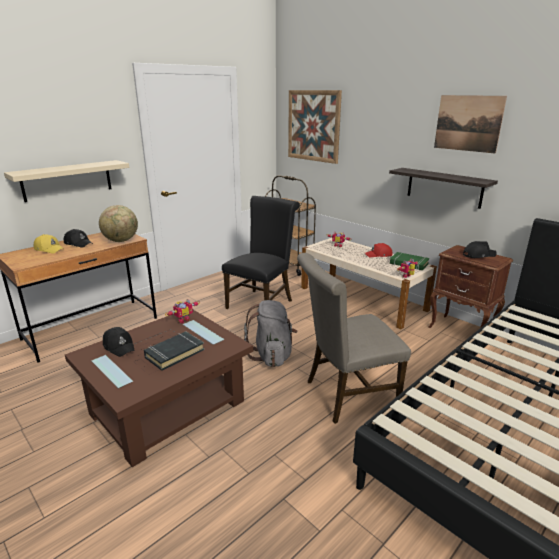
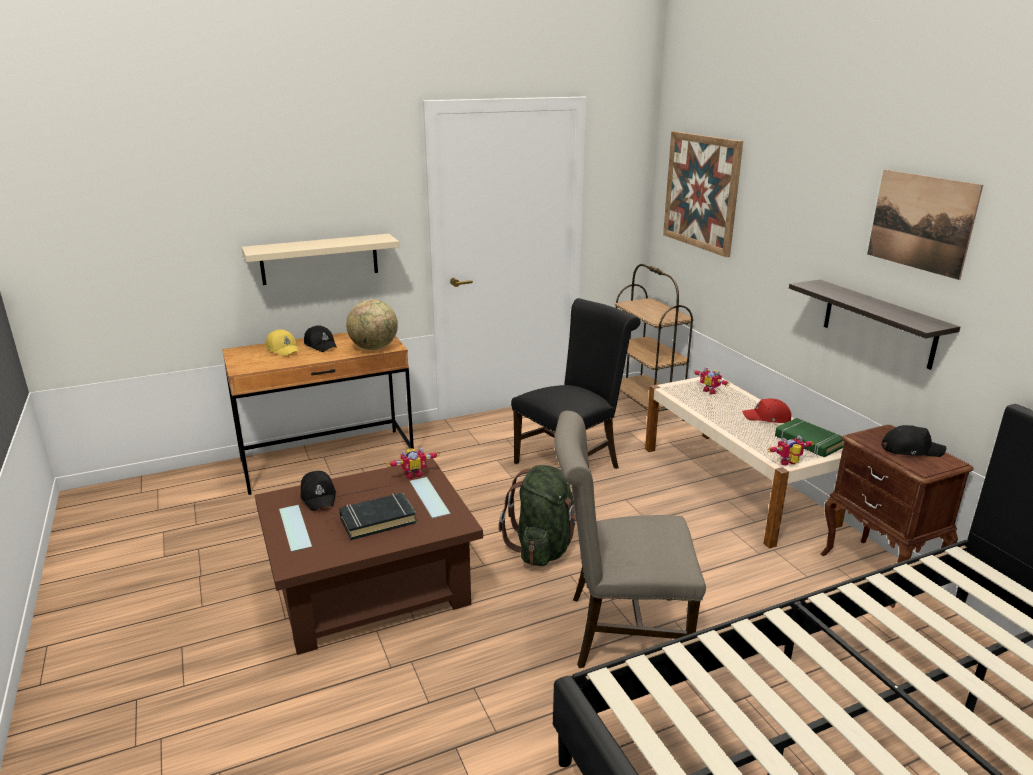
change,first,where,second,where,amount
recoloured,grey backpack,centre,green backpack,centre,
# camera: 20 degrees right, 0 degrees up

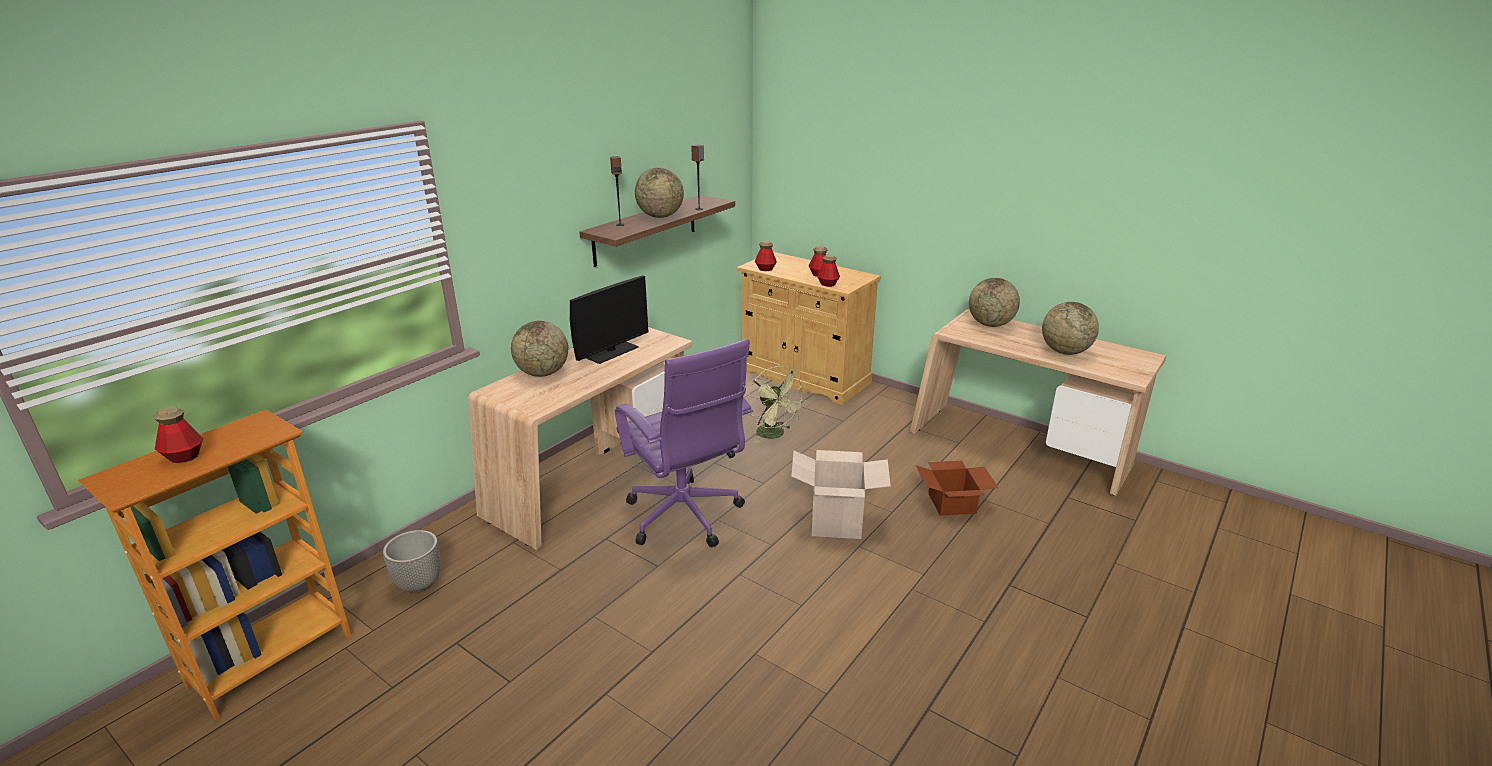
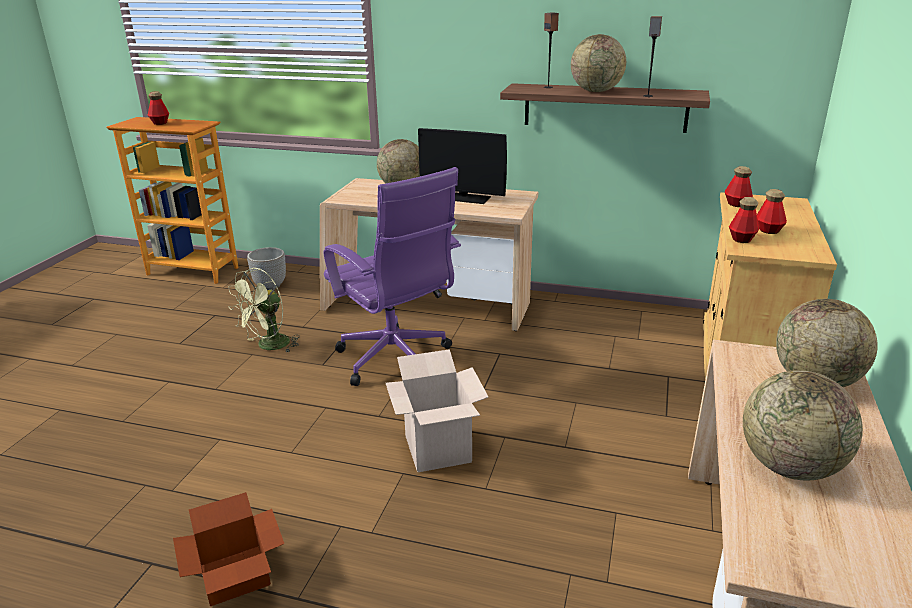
change,first,where,second,where,amount
moved,cardboard box (2nd from left in the first image),centre,cardboard box (1st from left),bottom left,
moved,green fan,centre,,middle left,
turned,purple office chair,centre,,centre,75 degrees counterclockwise
# camera: 70 degrees right, 0 degrees up

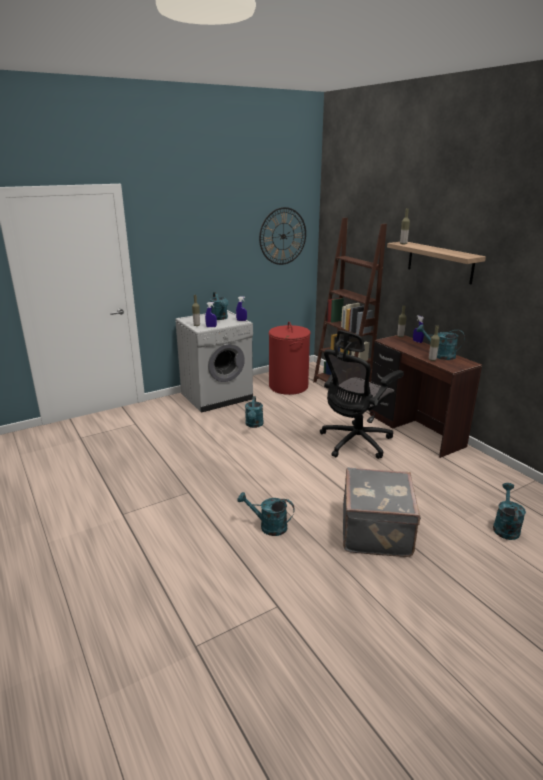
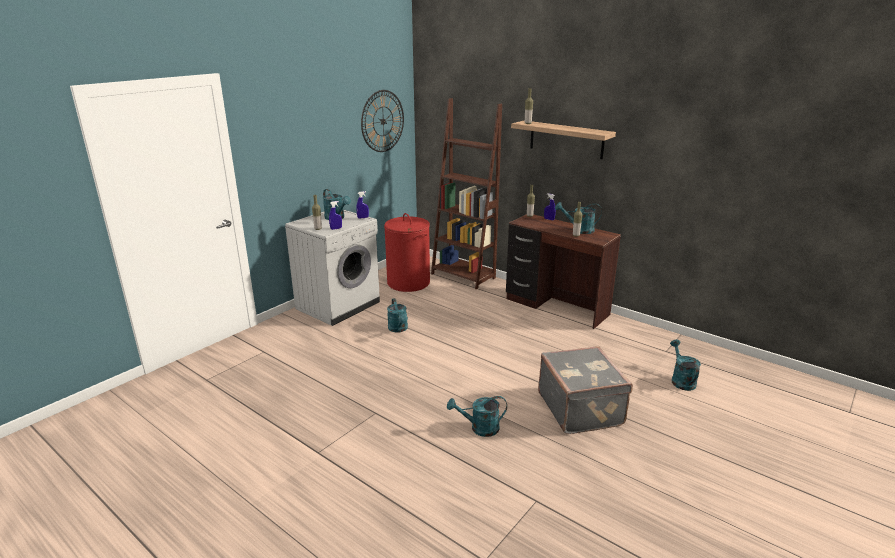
change,first,where,second,where,amount
removed,office chair,middle right,,,
# camera: 20 degrees left, 0 degrees up

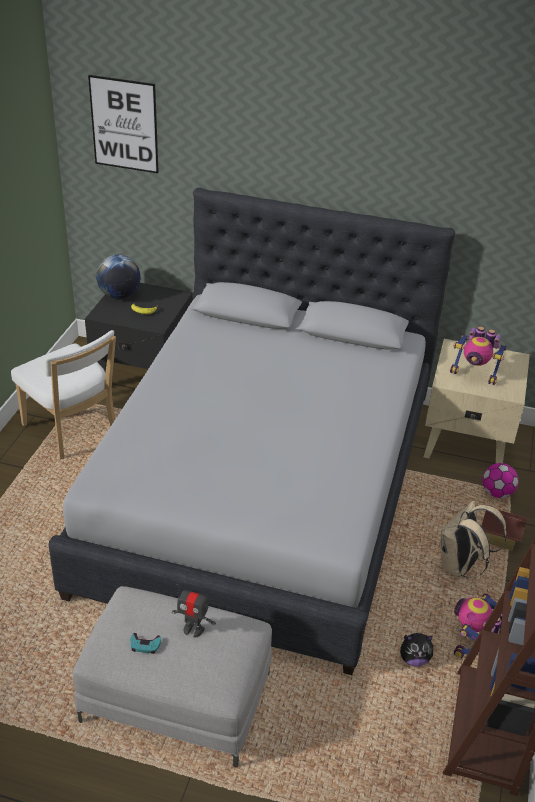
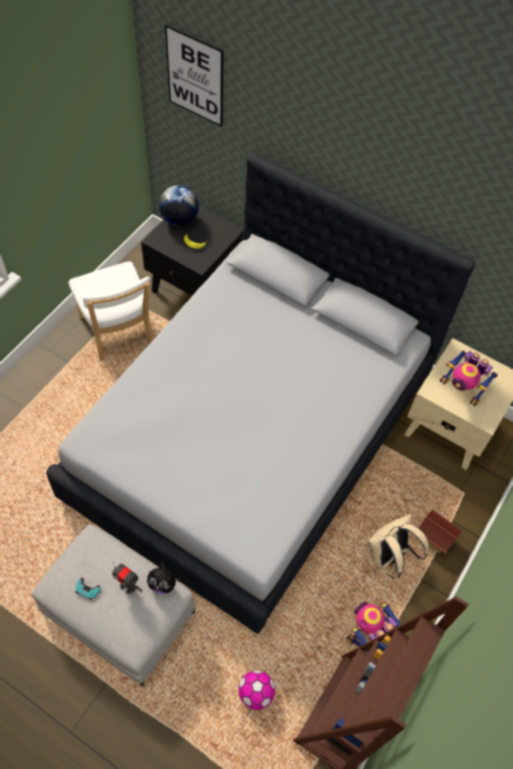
change,first,where,second,where,amount
moved,plush toy,bottom right,,bottom left,
moved,football,middle right,,bottom centre,
# camera: 15 degrees right, 20 degrees up

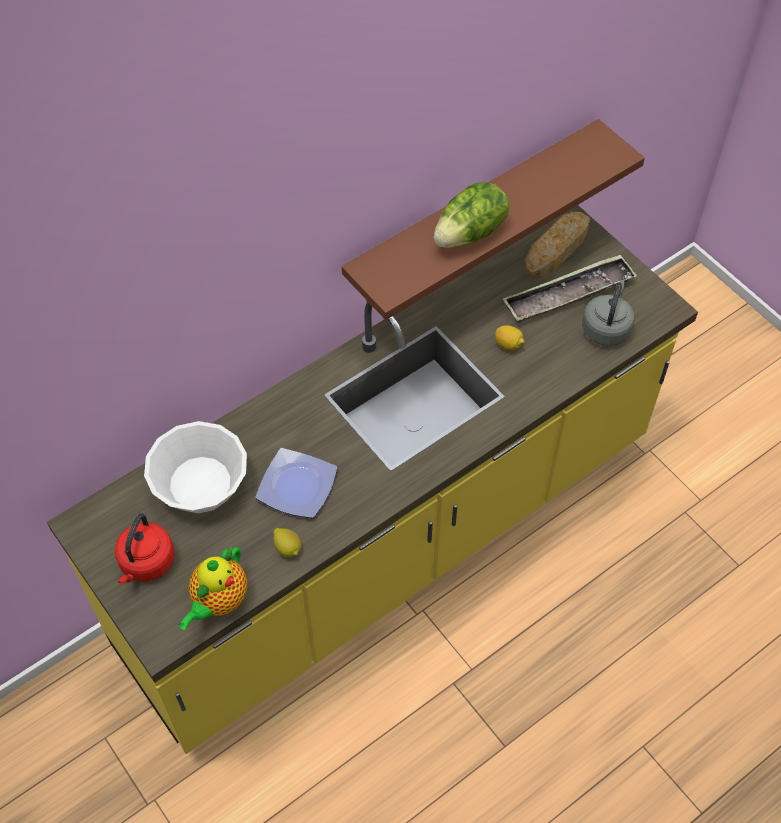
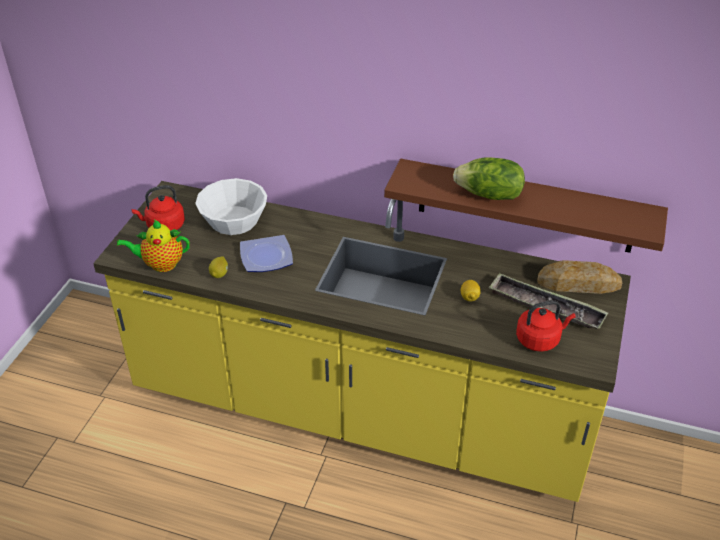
change,first,where,second,where,amount
recoloured,grey kettle,middle right,red kettle (2nd from left),middle right,
# camera: 55 degrees right, 15 degrees down

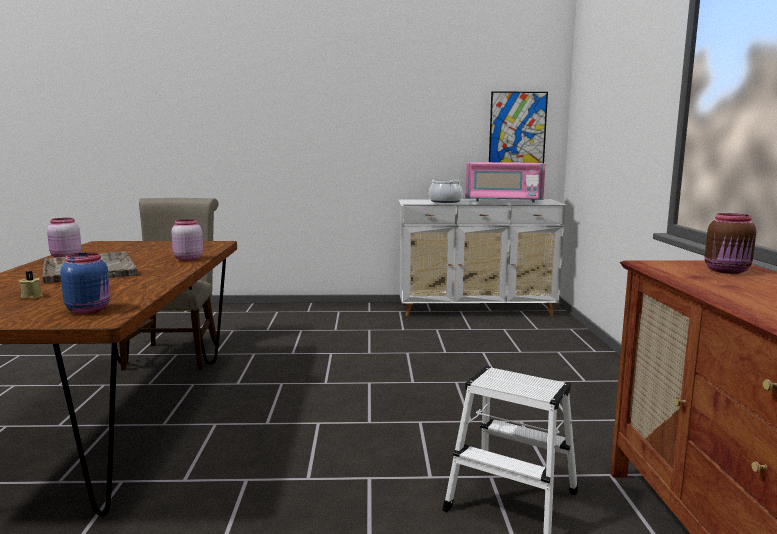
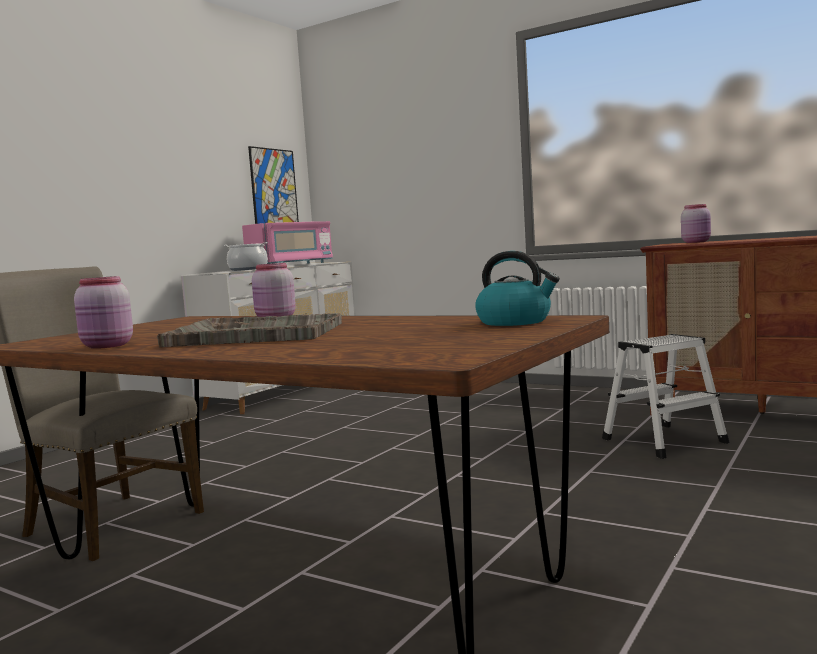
change,first,where,second,where,amount
replaced,blue jar,middle left,kettle,centre,
recoloured,brown jar,middle right,pink jar (3rd from left),middle right,
removed,beige candle,middle left,,,
# camera: 55 degrees left, 5 degrees down

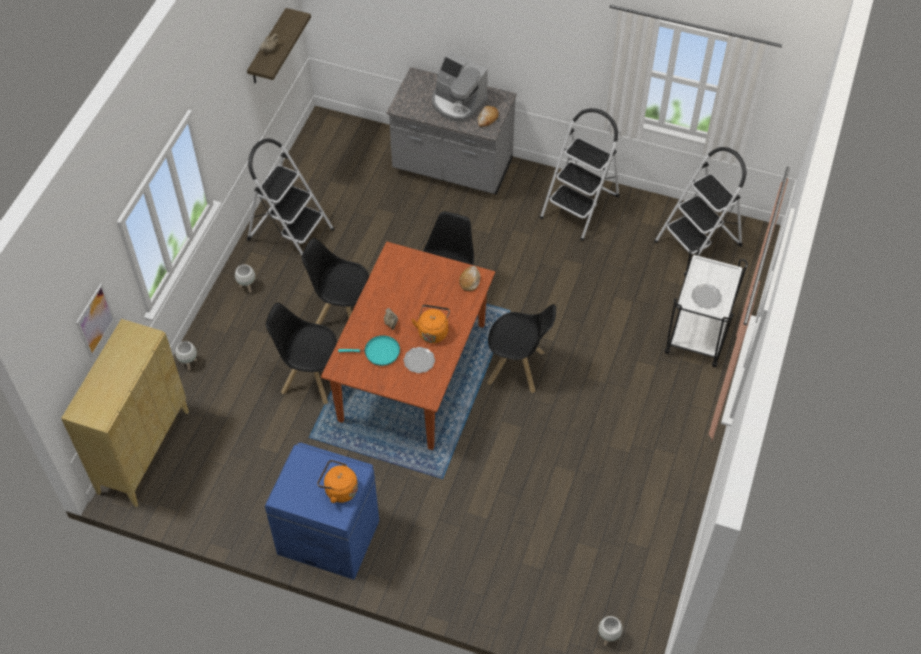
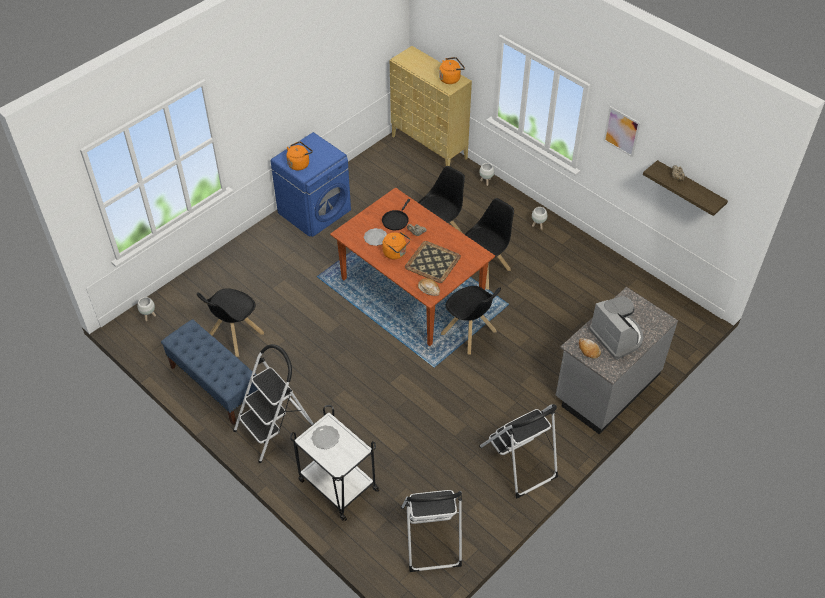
change,first,where,second,where,amount
added,,,blue bench,middle left,
moved,black chair (4th from left in the first image),centre,black chair (1st from left),middle left,
moved,step ladder (1st from left),top left,,bottom left,
recoloured,turquoise frying pan,centre,black frying pan,centre,
added,,,tray,centre,
added,,,orange kettle (3rd from left),top centre,
turned,coffee machine,top centre,,middle right,90 degrees clockwise
moved,picture,middle left,,top right,
# camera: 115 degrees right, 5 degrees down

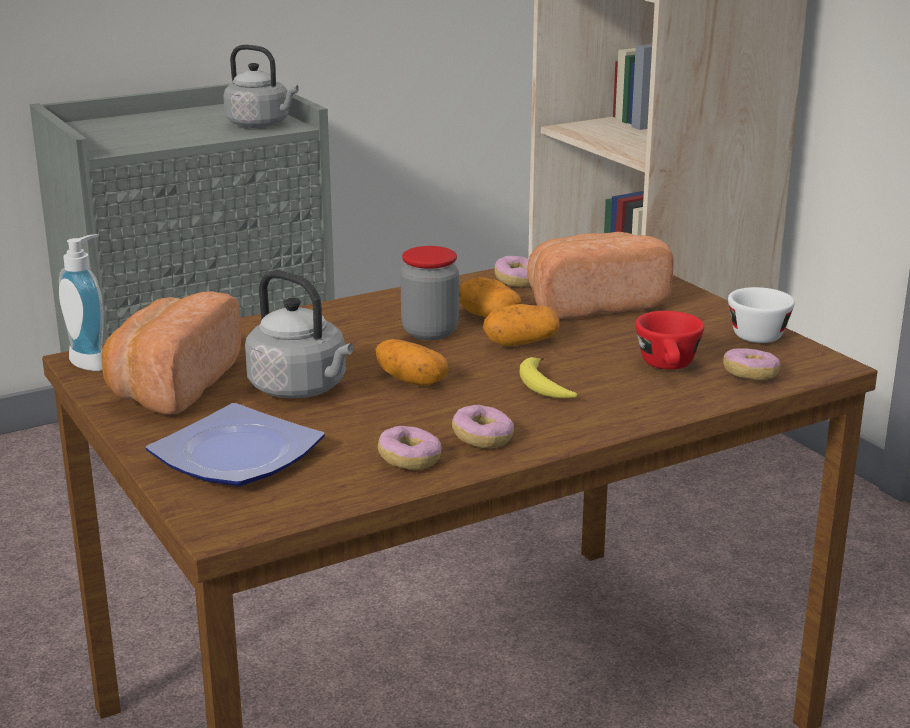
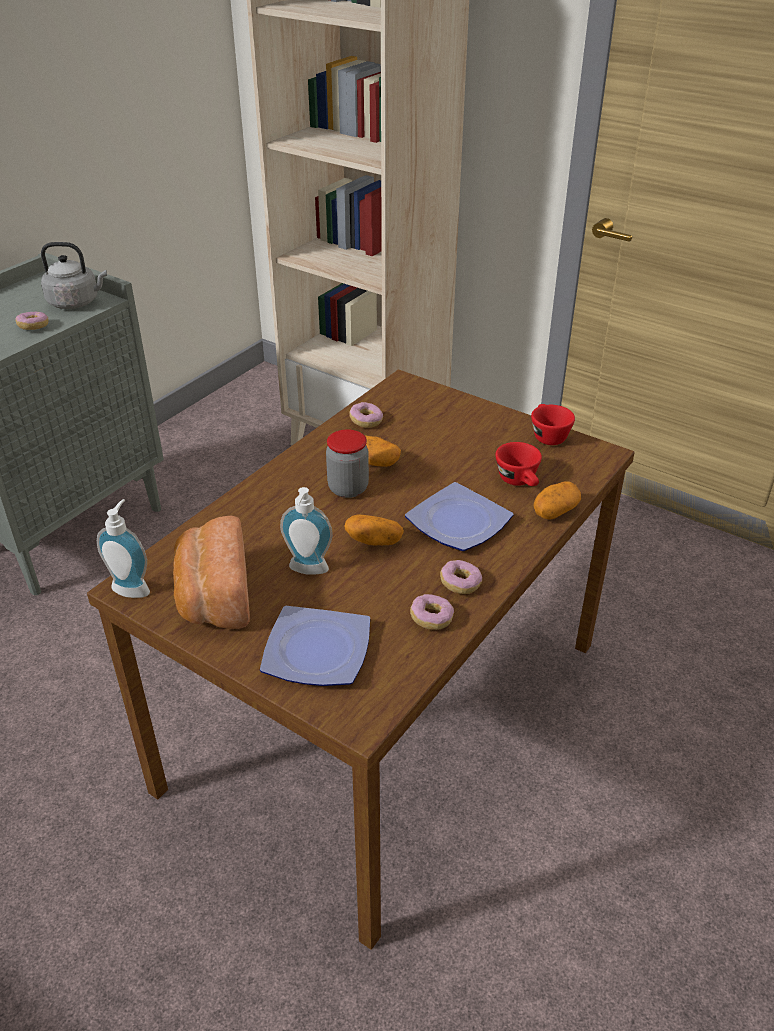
change,first,where,second,where,amount
moved,donut (4th from left in the first image),middle right,donut (1st from left),top left,
replaced,grey kettle (2nd from left),middle left,soap dispenser (2nd from left),centre,
replaced,banana,centre,plate (2nd from left),centre,
recoloured,white cup,middle right,red cup (2nd from left),middle right,
moved,potato (3rd from left),centre,,middle right,
removed,bread (2nd from left),centre,,,
# camera: 25 degrees left, 15 degrees up

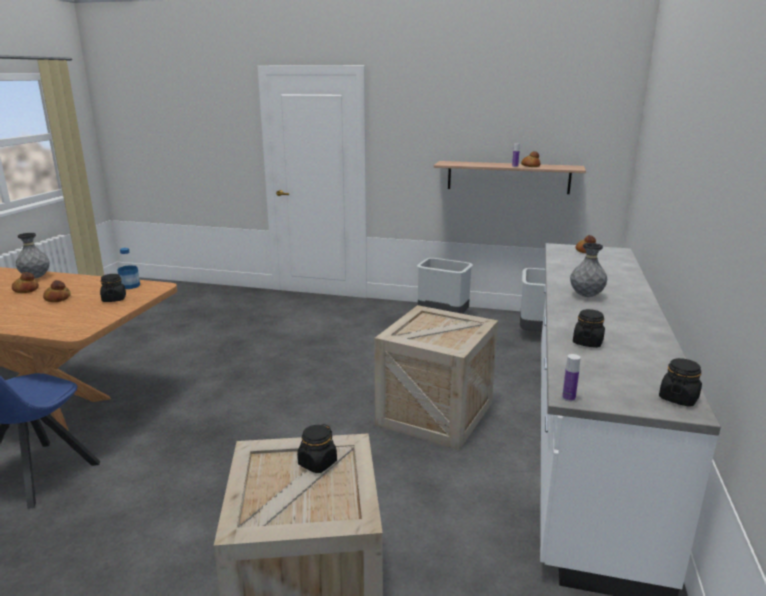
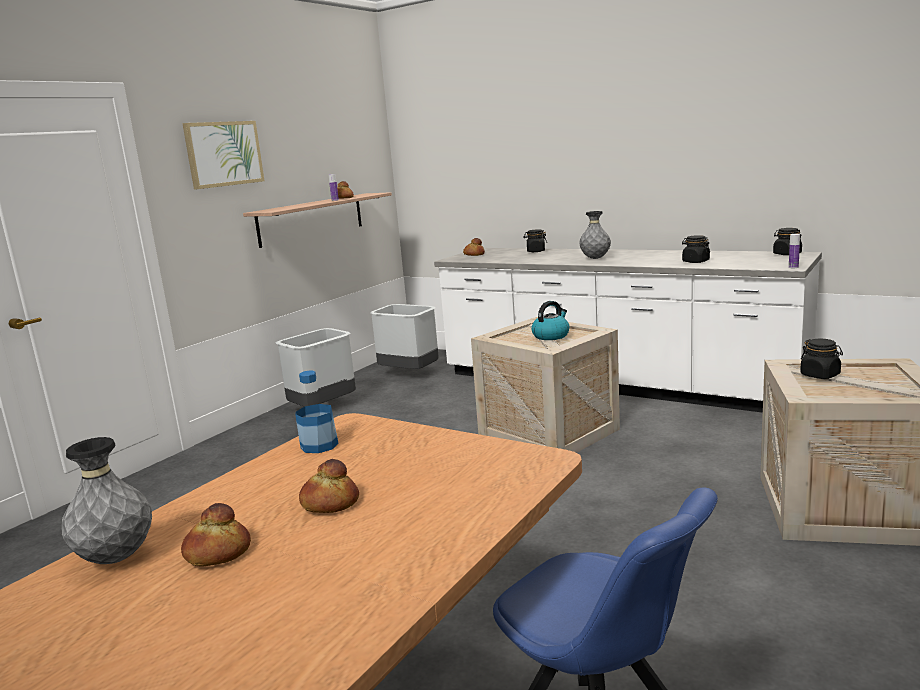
change,first,where,second,where,amount
added,,,picture,top left,
moved,black jar (1st from left),middle left,,centre,
added,,,kettle,centre,
# camera: 70 degrees left, 5 degrees down

